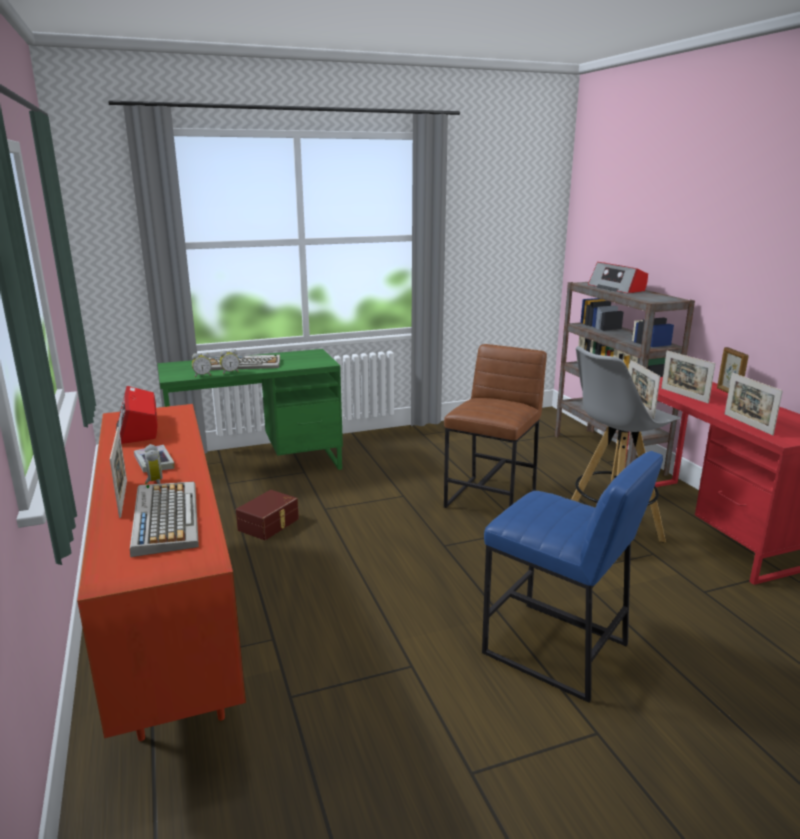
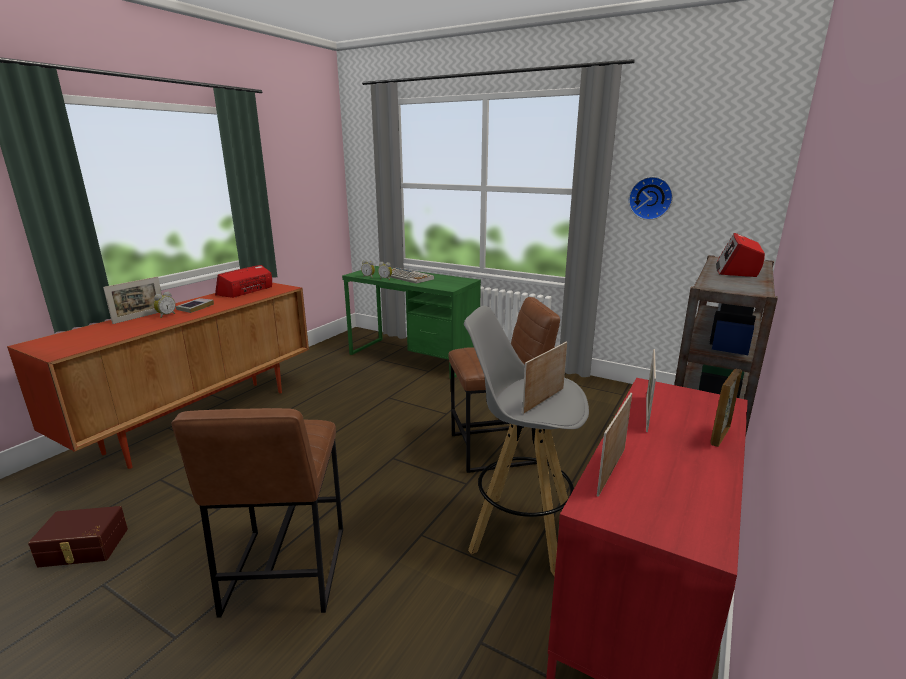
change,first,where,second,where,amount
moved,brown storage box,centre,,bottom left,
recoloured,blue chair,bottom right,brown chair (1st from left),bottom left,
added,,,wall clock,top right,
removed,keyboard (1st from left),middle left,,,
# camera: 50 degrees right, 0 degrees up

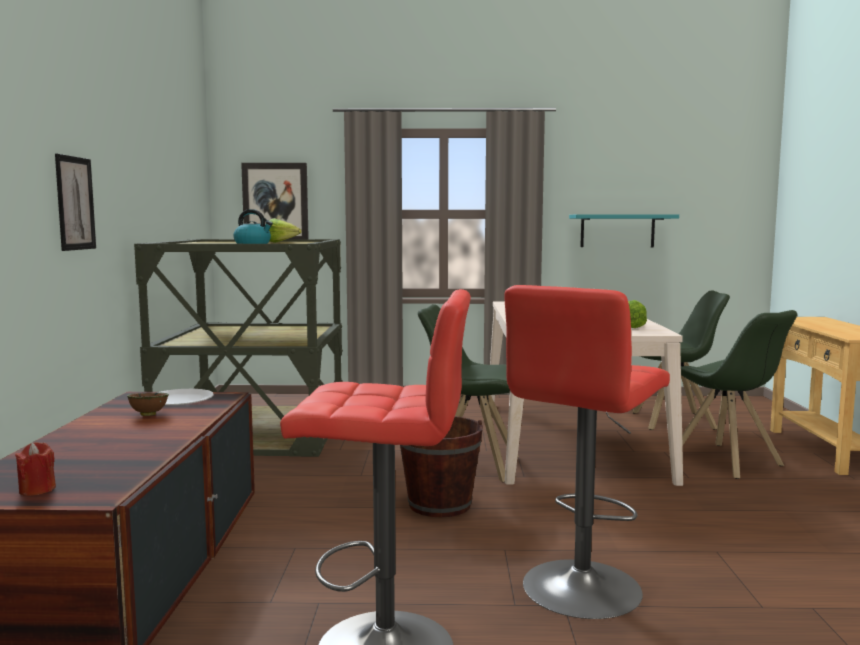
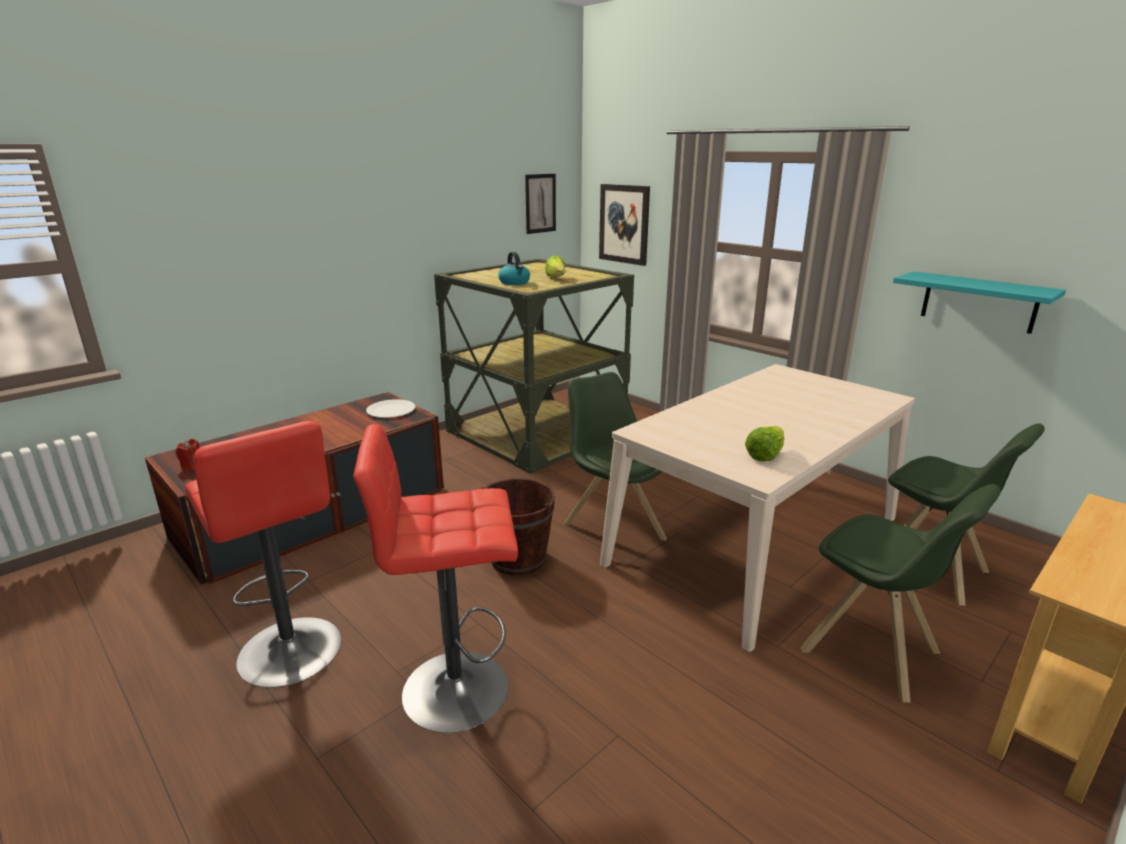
change,first,where,second,where,amount
moved,picture (1st from left),top left,,top centre,
turned,green chair (3rd from left in the first image),middle right,green chair (2nd from left),bottom right,60 degrees counterclockwise
removed,brown bowl,middle left,,,
# camera: 45 degrees right, 15 degrees up

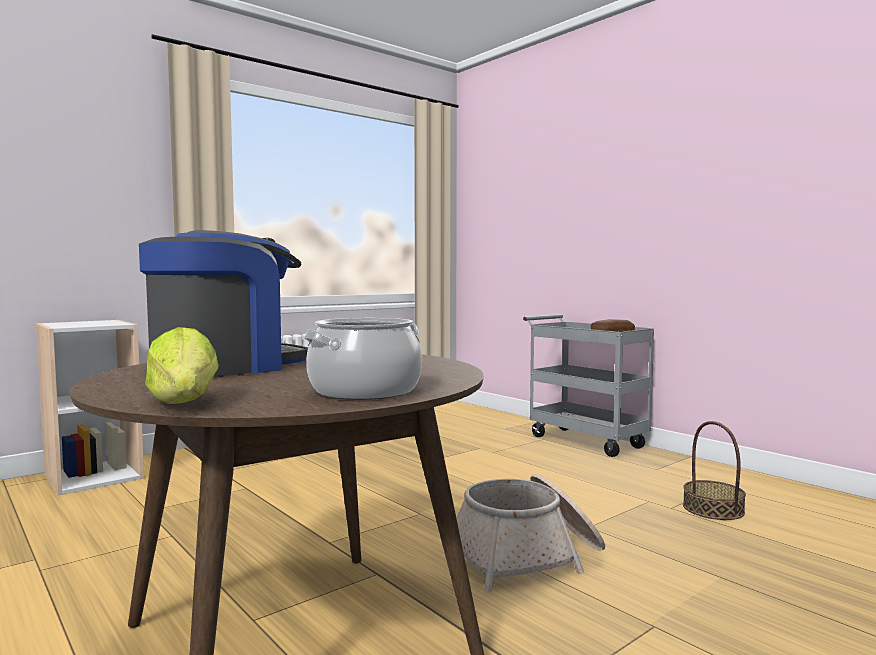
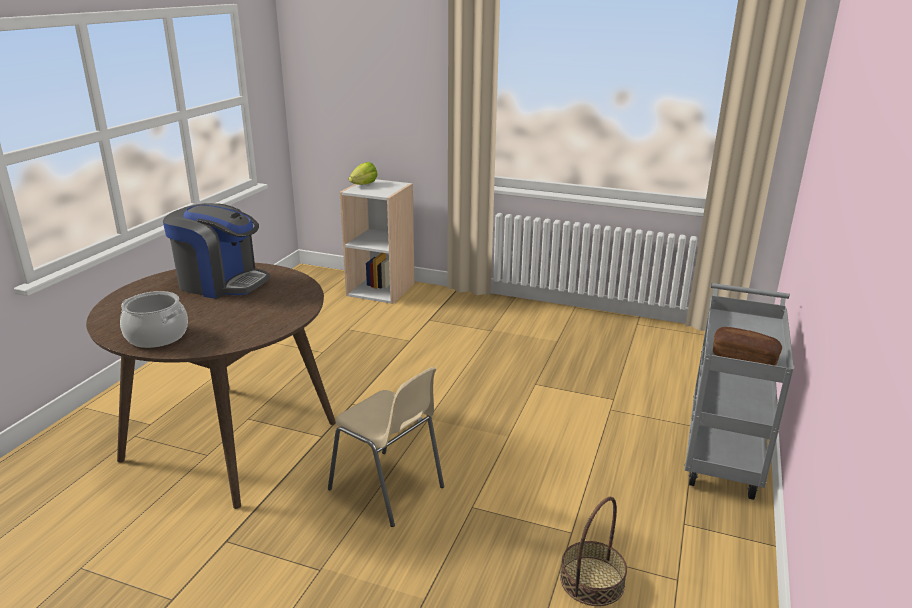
change,first,where,second,where,amount
replaced,basket (1st from left),bottom centre,beige chair,bottom centre,
moved,lettuce,middle left,,top centre,
# camera: 60 degrees right, 20 degrees up

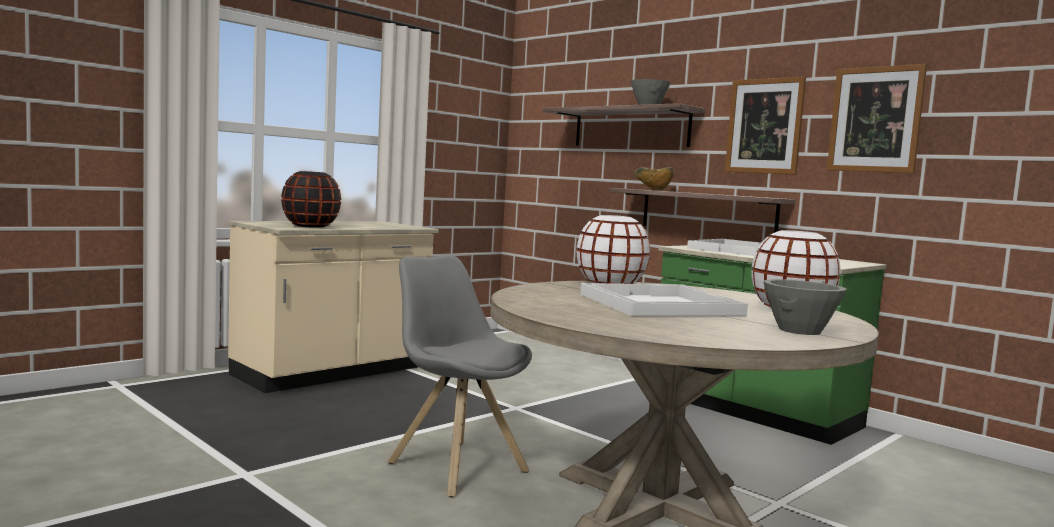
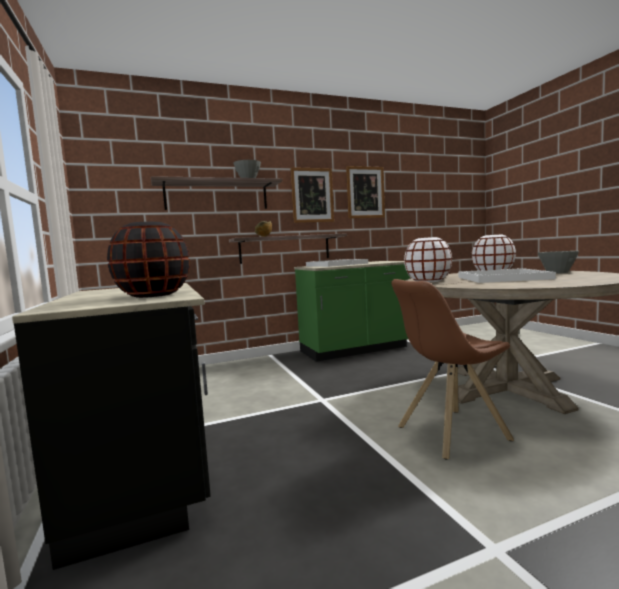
change,first,where,second,where,amount
recoloured,beige counter,middle left,black counter,bottom left,
recoloured,grey chair,bottom centre,brown chair,middle right,
# camera: 65 degrees left, 0 degrees up

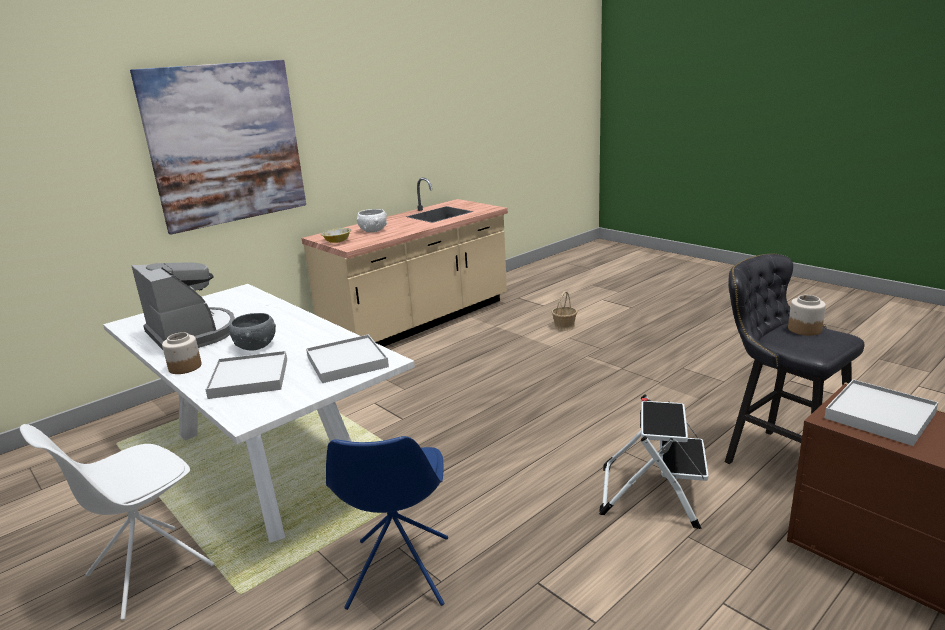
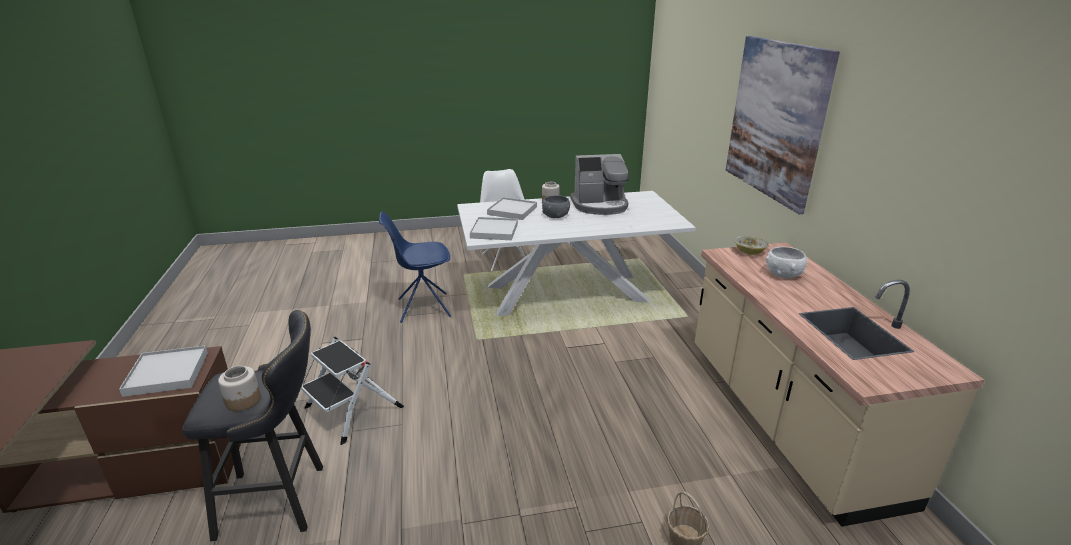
change,first,where,second,where,amount
turned,blue chair,bottom centre,,centre,45 degrees counterclockwise
# camera: 120 degrees right, 5 degrees up

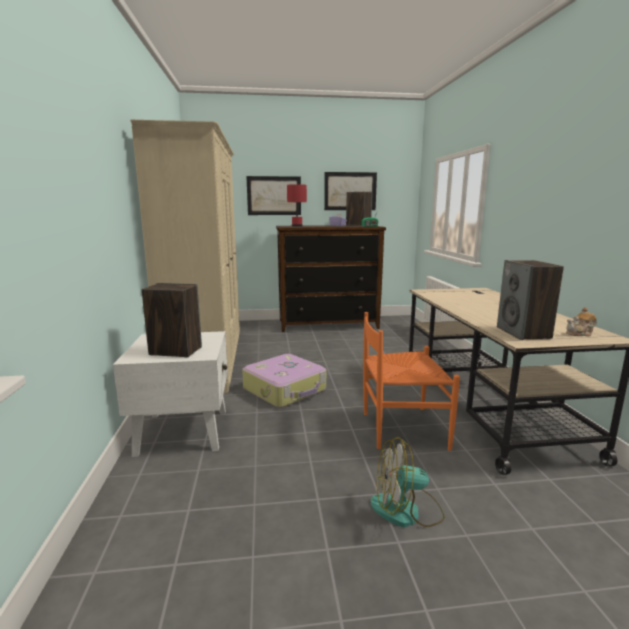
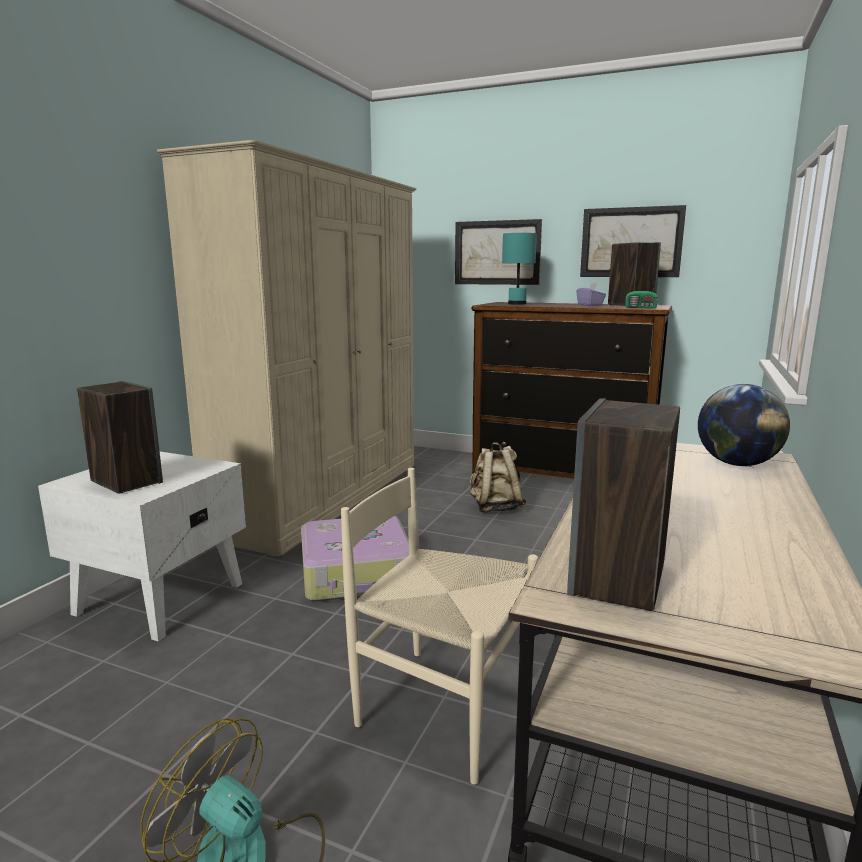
change,first,where,second,where,amount
recoloured,orange chair,centre,beige chair,bottom centre,
added,,,beige backpack,centre,
recoloured,red table lamp,top centre,turquoise table lamp,top centre,
added,,,globe,middle right,
removed,teapot,middle right,,,
# camera: 30 degrees right, 0 degrees up

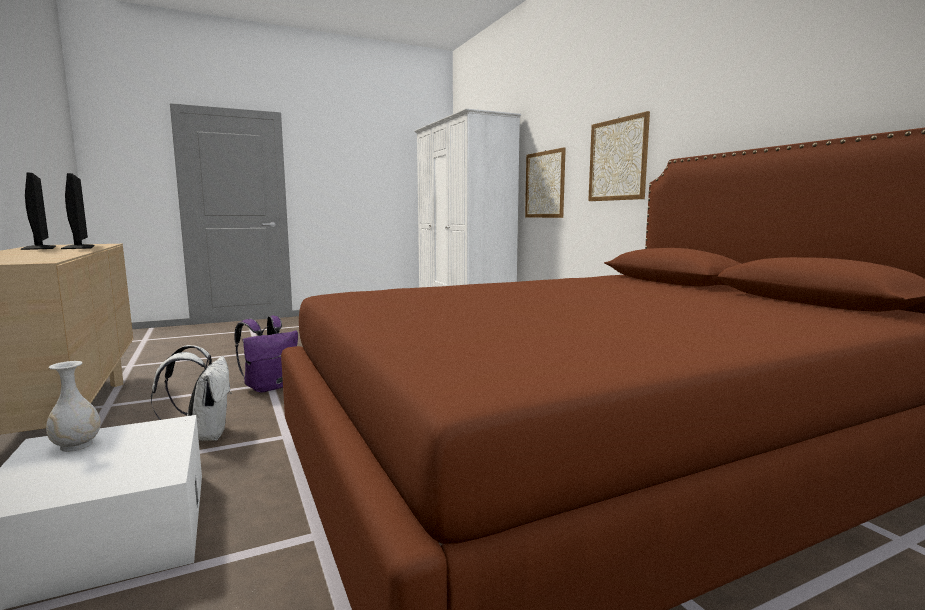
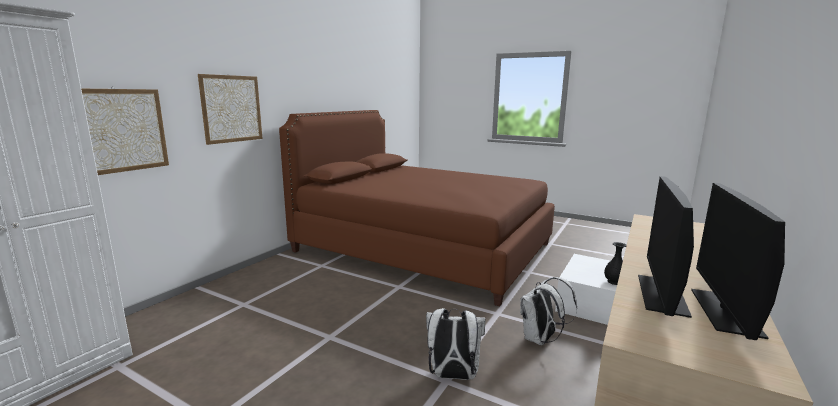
change,first,where,second,where,amount
recoloured,purple backpack,middle left,white backpack (1st from left),bottom centre,
recoloured,white vase,middle left,black vase,middle right,
# camera: 125 degrees left, 5 degrees up

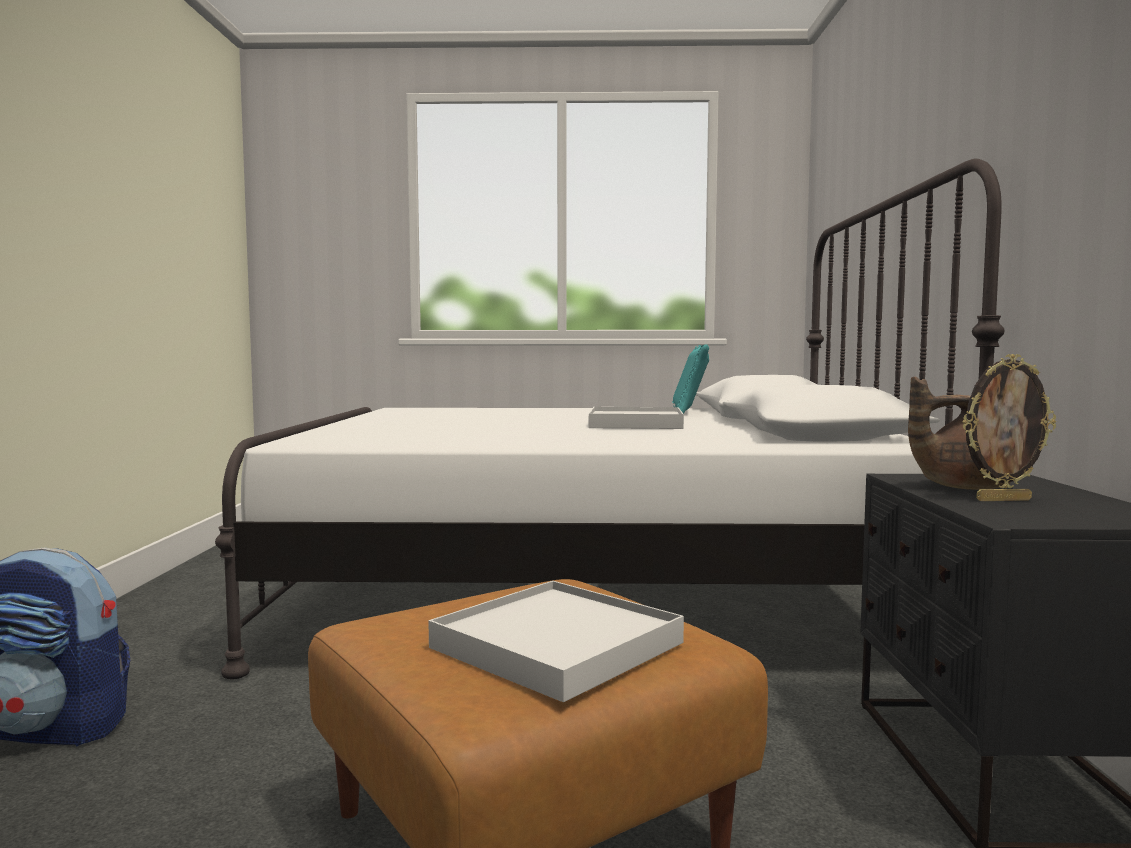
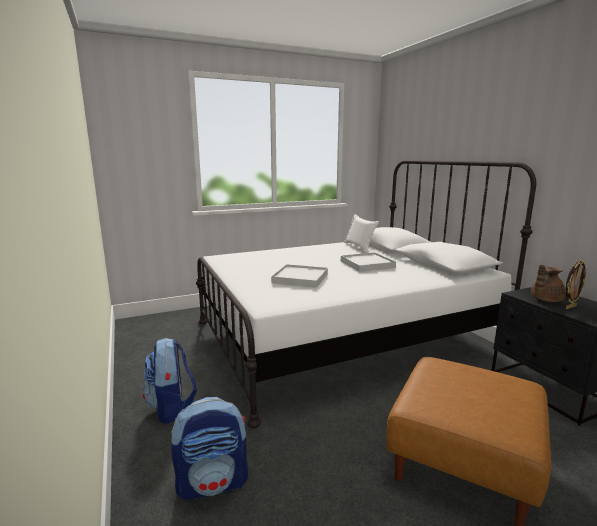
change,first,where,second,where,amount
added,,,backpack (1st from left),bottom left,
moved,white tray (1st from left),bottom centre,,centre,
recoloured,turquoise pillow,centre,white pillow,centre,
# camera: 25 degrees left, 10 degrees up

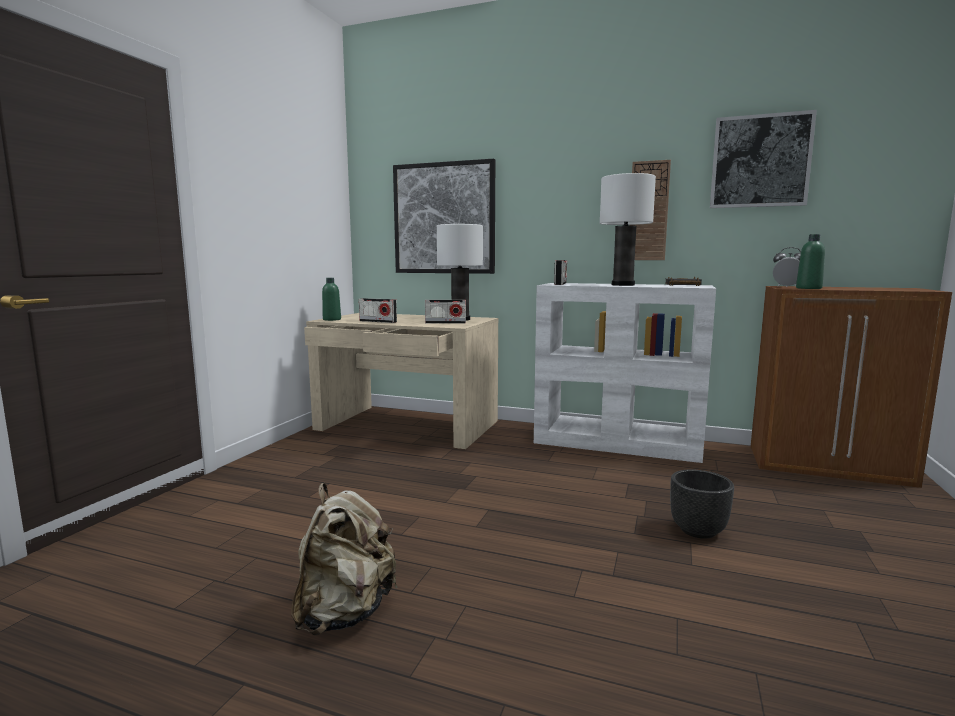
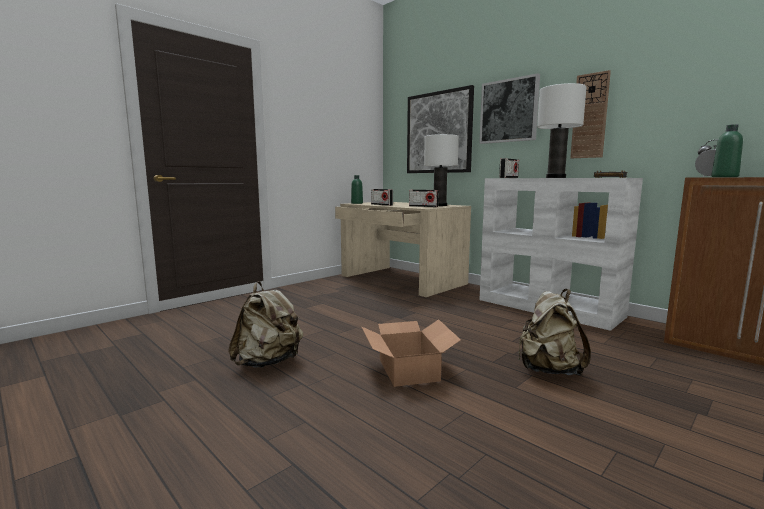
change,first,where,second,where,amount
added,,,cardboard box,bottom centre,
moved,picture (2nd from left),top right,,top centre,
replaced,black planter,bottom right,beige backpack (2nd from left),middle right,
# camera: 25 degrees right, 0 degrees up

